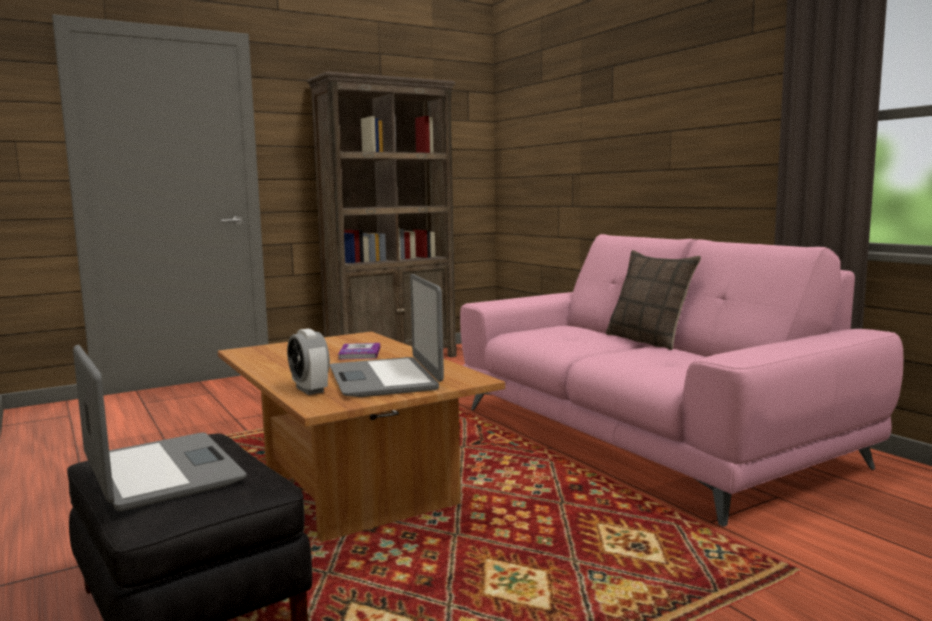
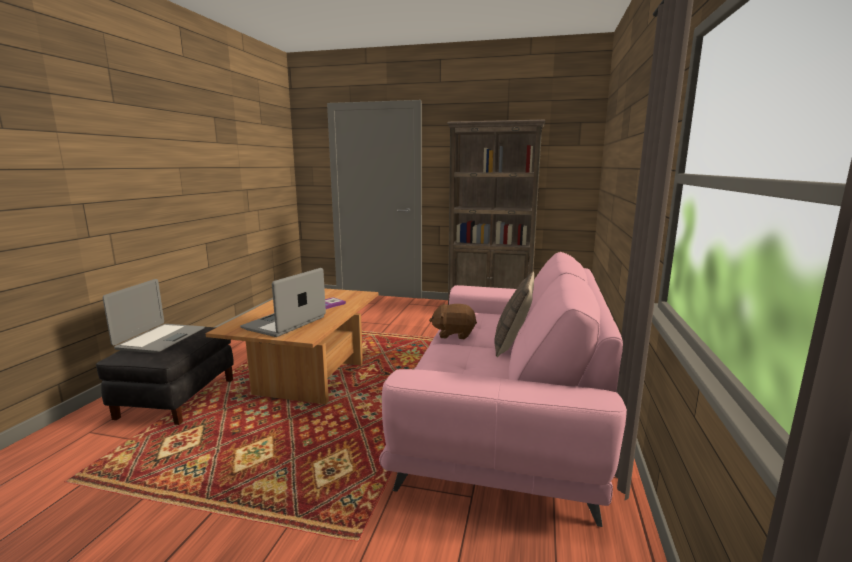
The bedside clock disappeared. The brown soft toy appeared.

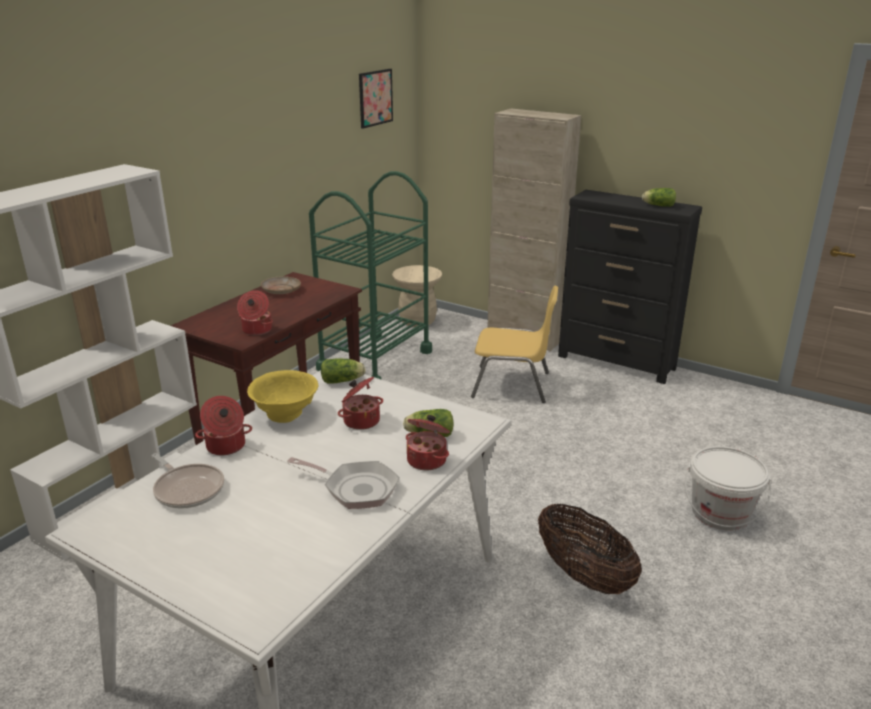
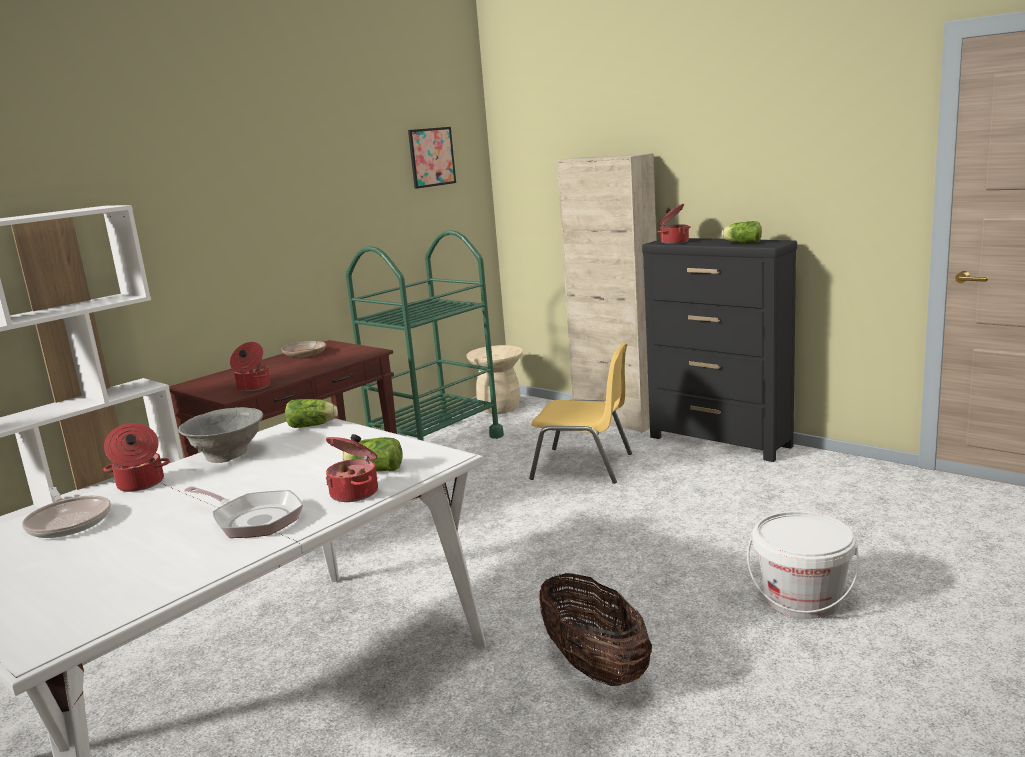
The cooking pot (3rd from left in the first image) moved. The yellow-coloured deep dish became the grey deep dish.

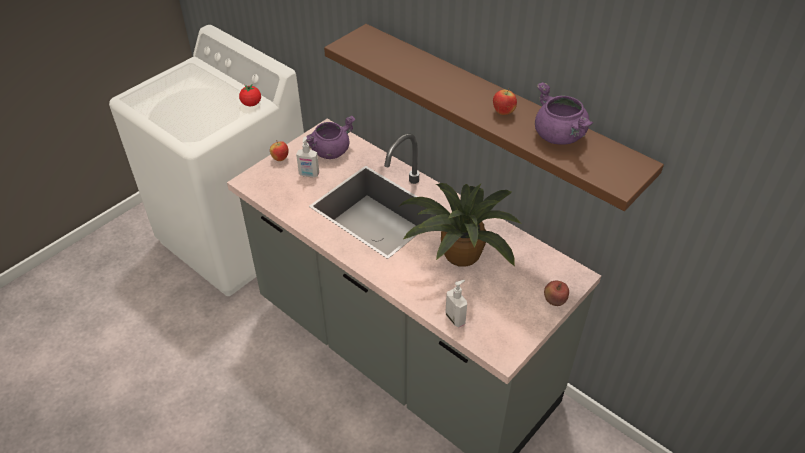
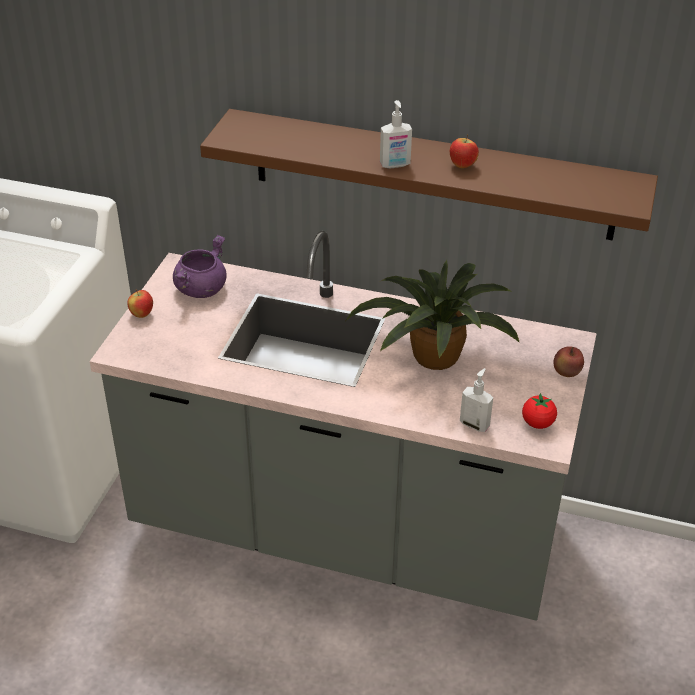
The purple-coloured cooking pot (2nd from left) disappeared. The fresh tomato moved. The liquid soap bottle (1st from left) moved.

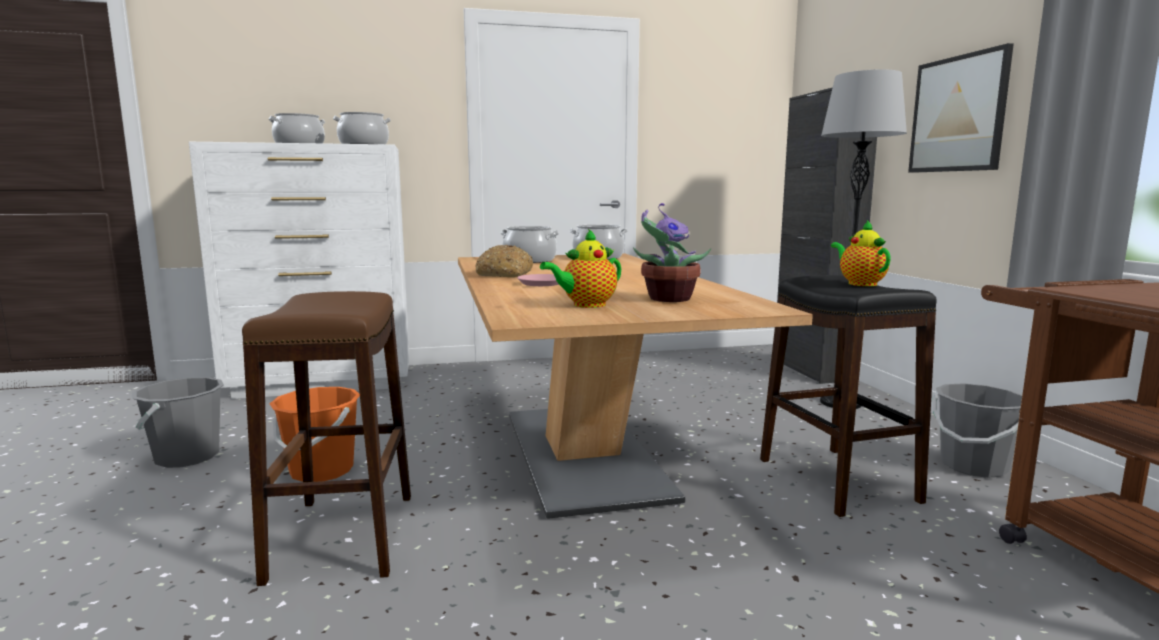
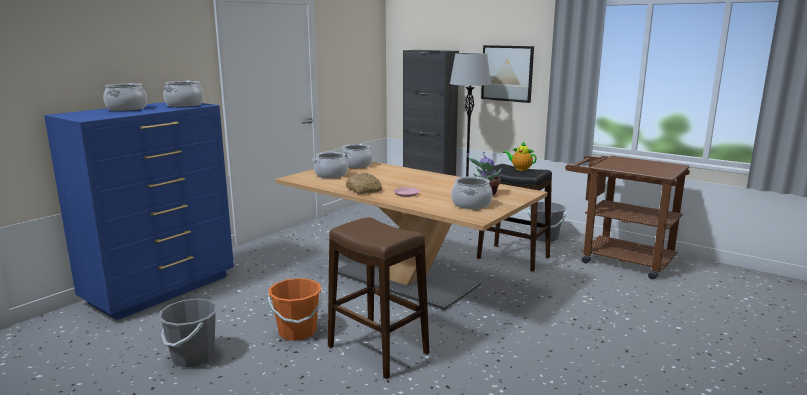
The tea pot (1st from left) was replaced by the cooking pot (5th from left). The white-coloured chest of drawers became the blue chest of drawers.

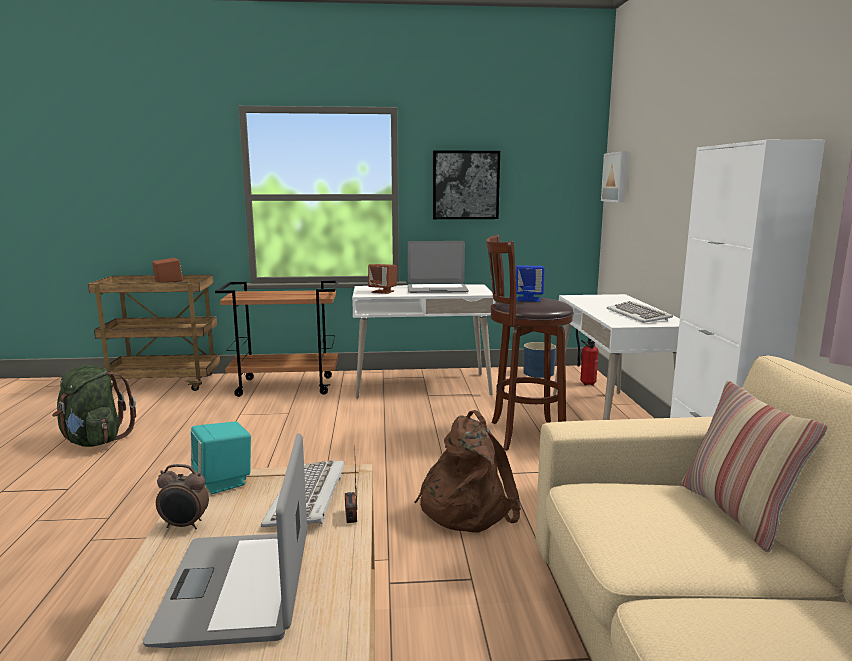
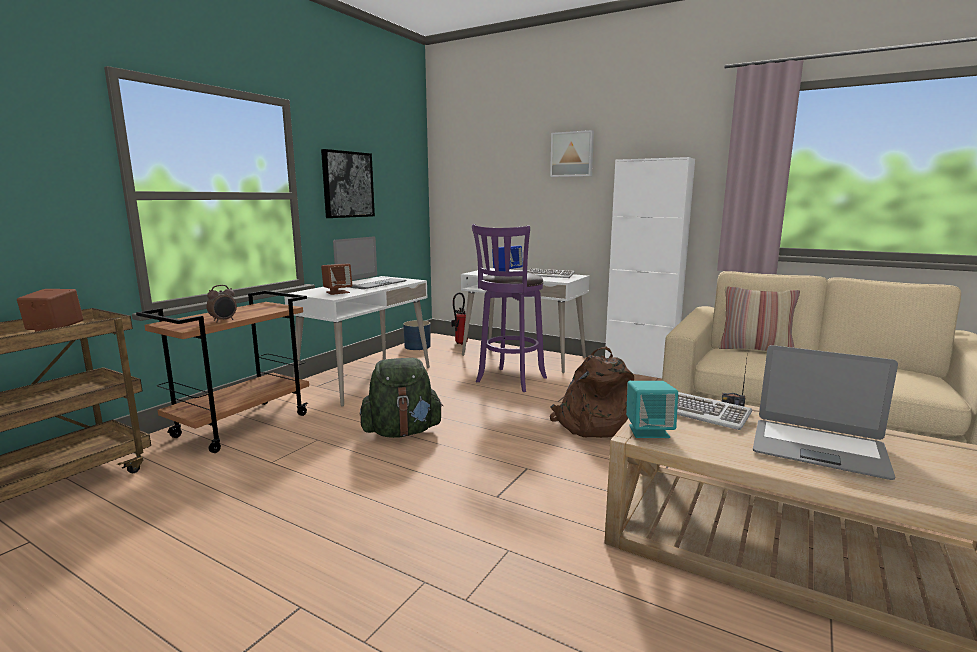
The greenish knapsack moved. The bedside clock moved. The picture (2nd from left) moved. The brown stool became the purple-coloured stool.

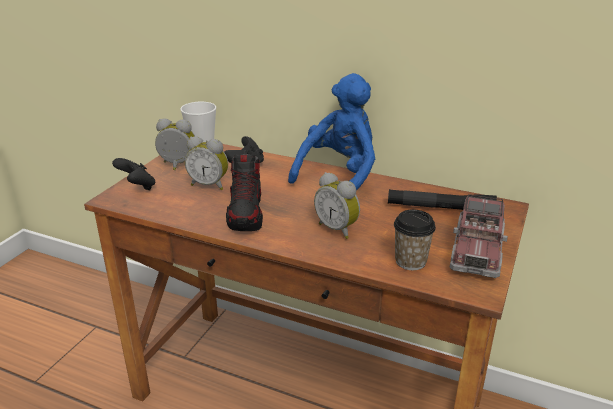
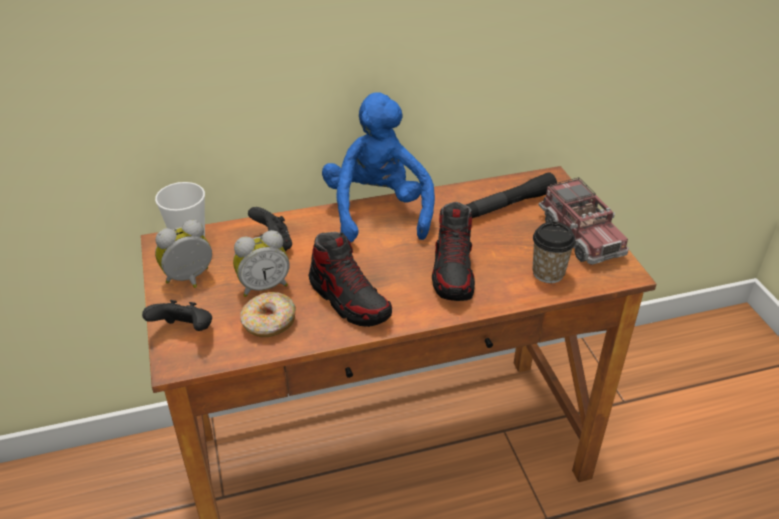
The donut appeared. The bedside clock (3rd from left) was replaced by the low shoe (2nd from left).

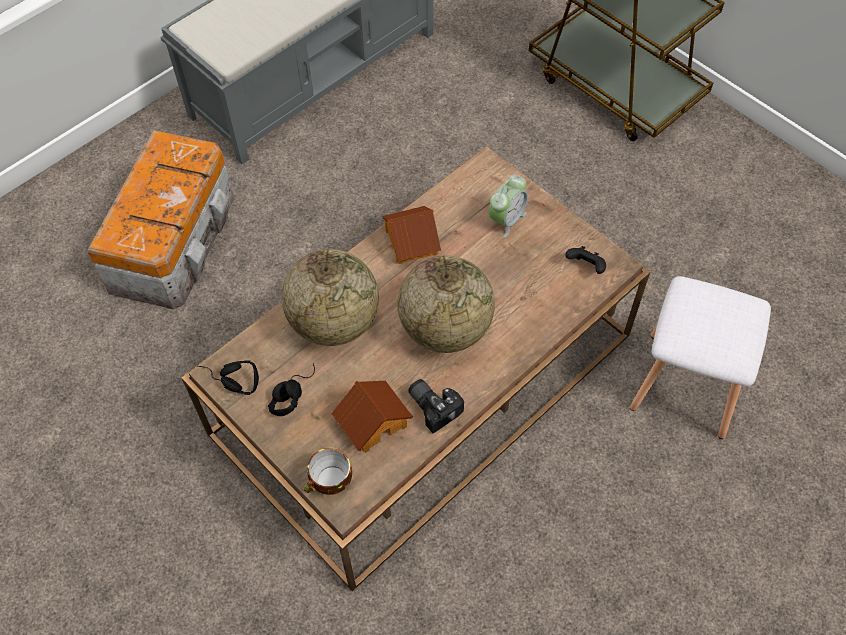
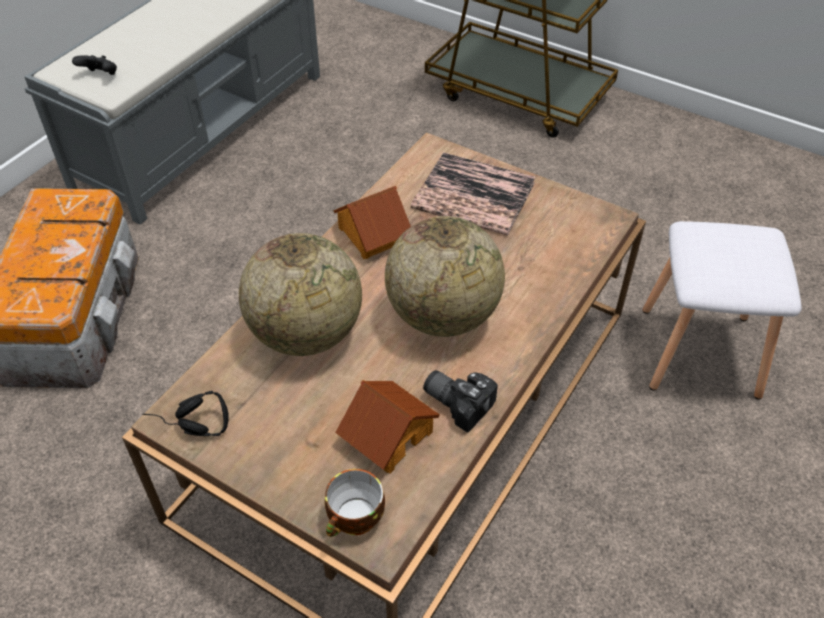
The blackish headset (2nd from left) disappeared. The blackish joypad moved. The bedside clock was replaced by the book.

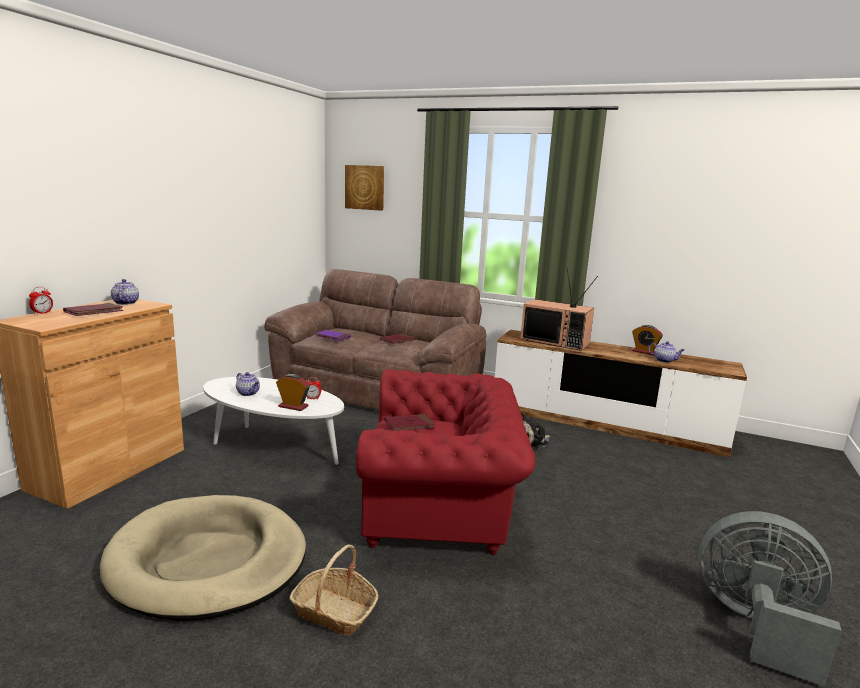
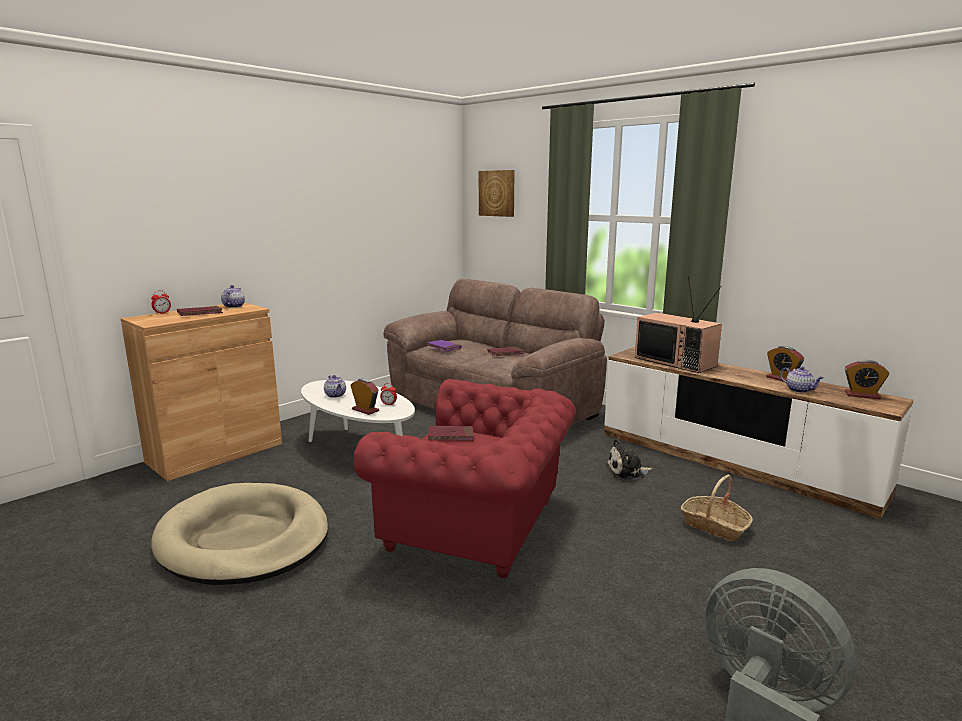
The bedside clock (5th from left) appeared. The basket moved.

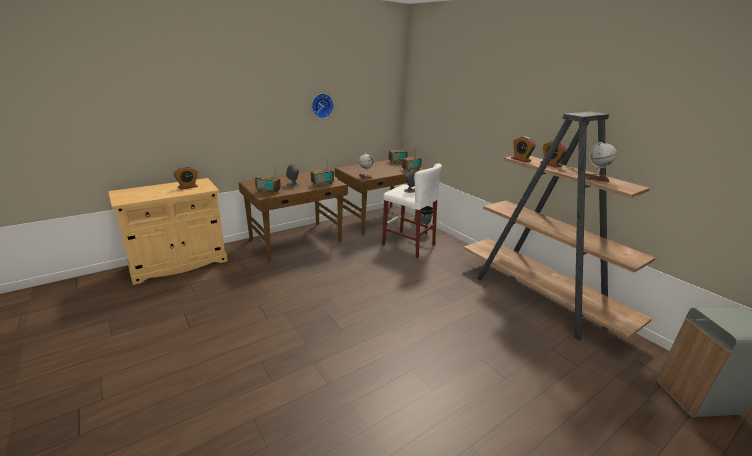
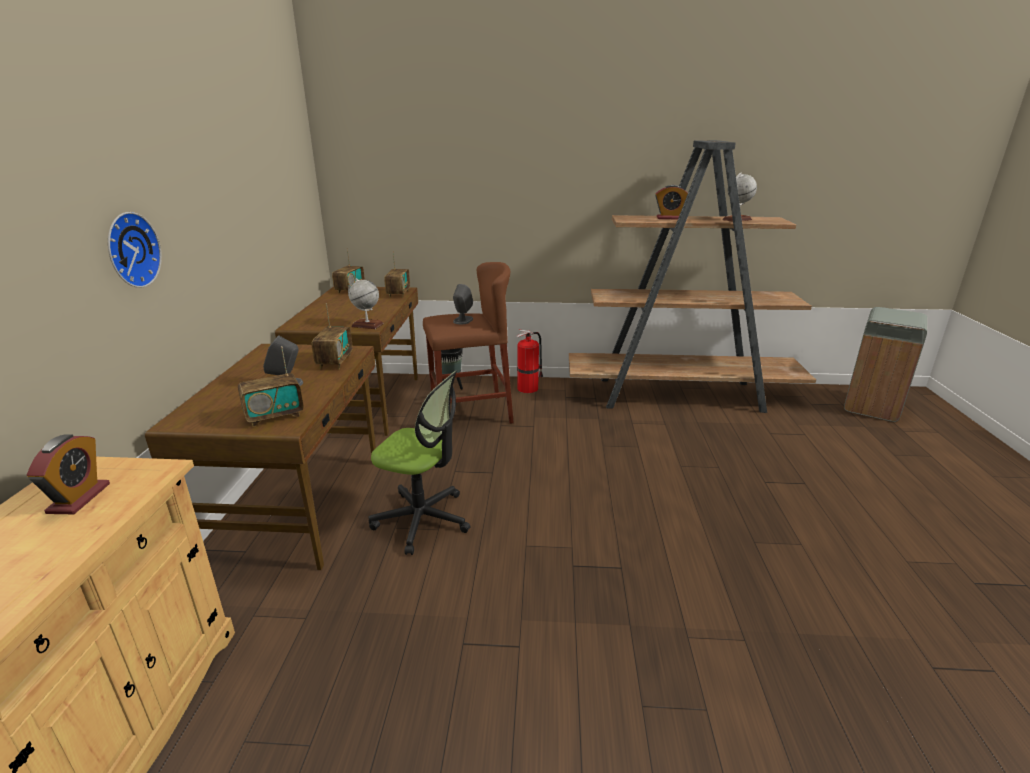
The bedside clock (2nd from left) disappeared. The office chair appeared. The fire-fighting cylinder appeared. The hanging clock moved. The white-coloured stool became the brown stool.

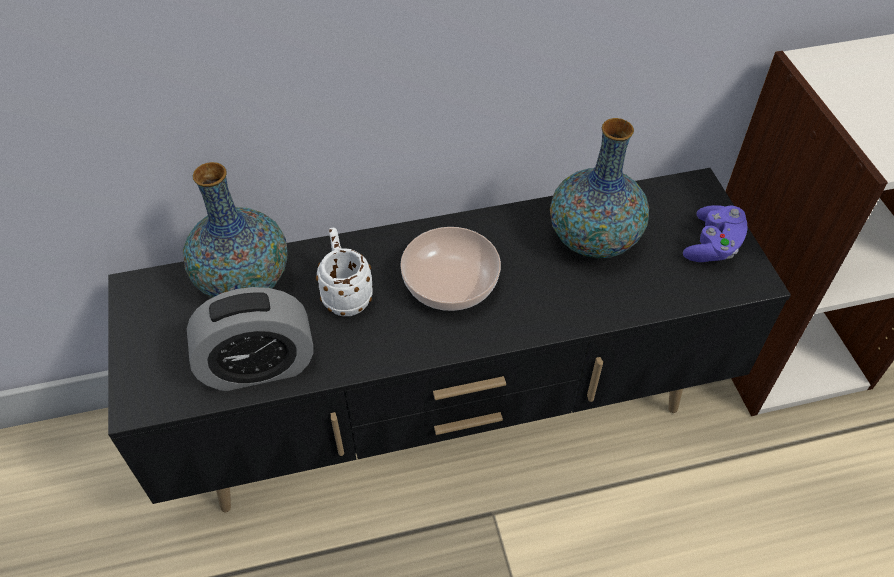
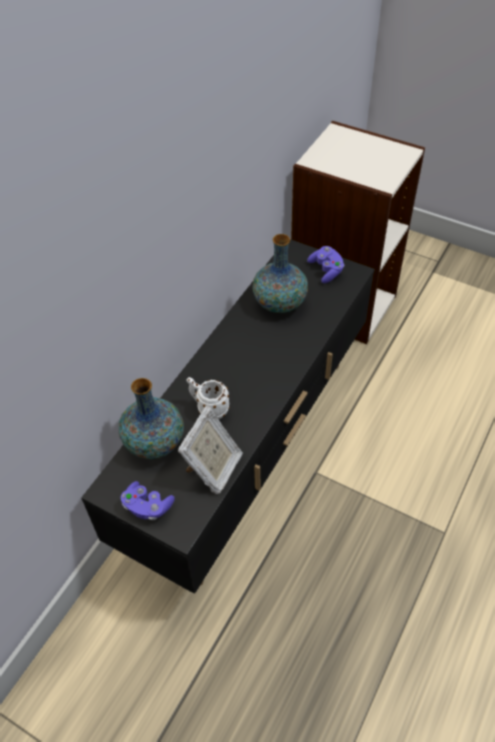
The deep dish disappeared. The purple-coloured joypad (1st from left) appeared. The bedside clock was replaced by the photo frame.

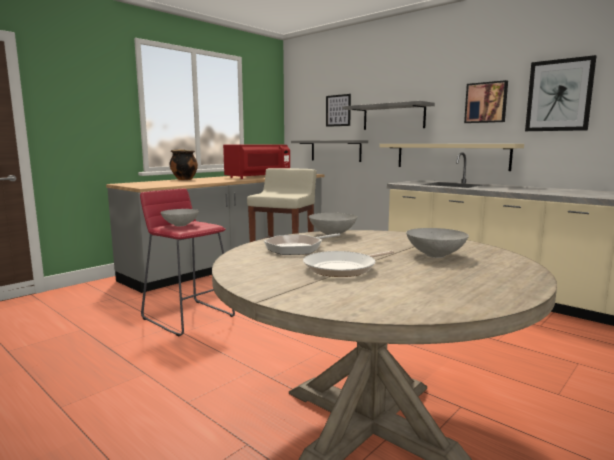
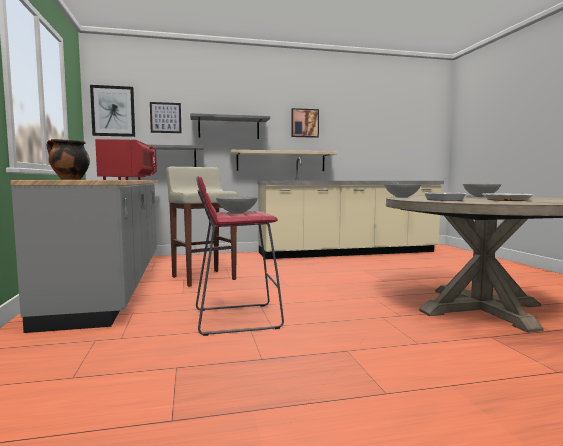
The picture (3rd from left in the first image) moved.

